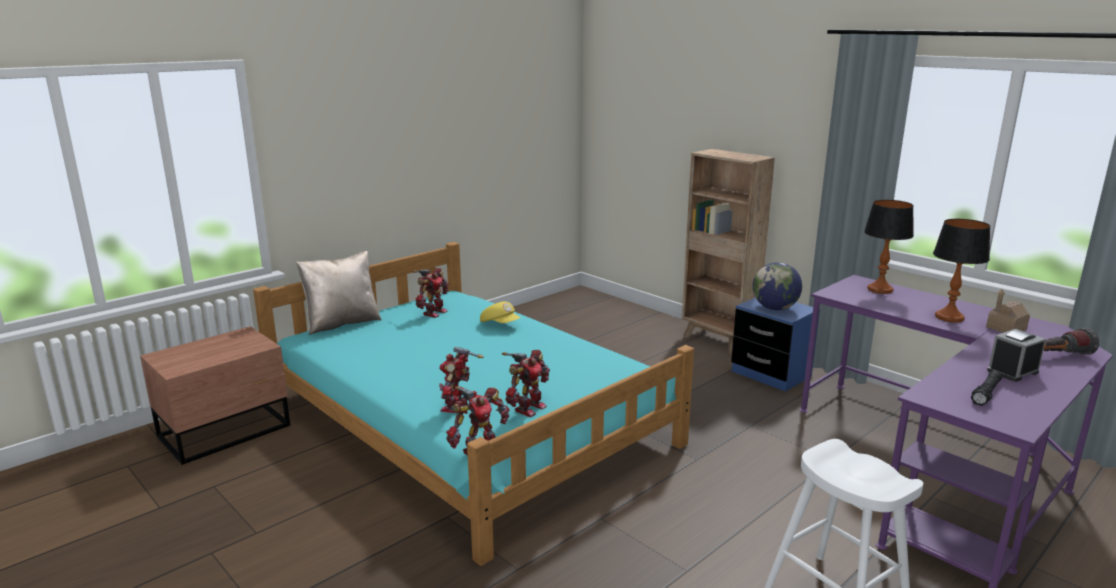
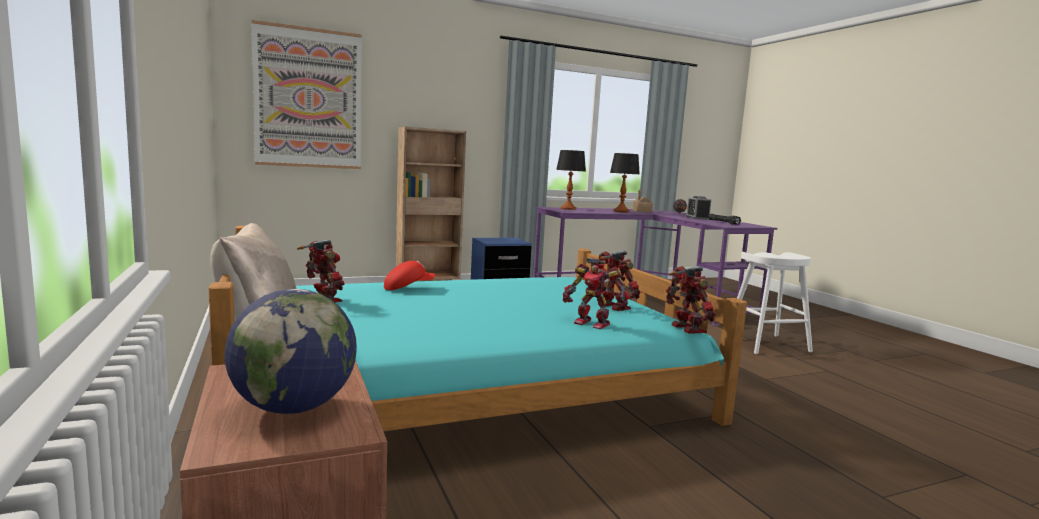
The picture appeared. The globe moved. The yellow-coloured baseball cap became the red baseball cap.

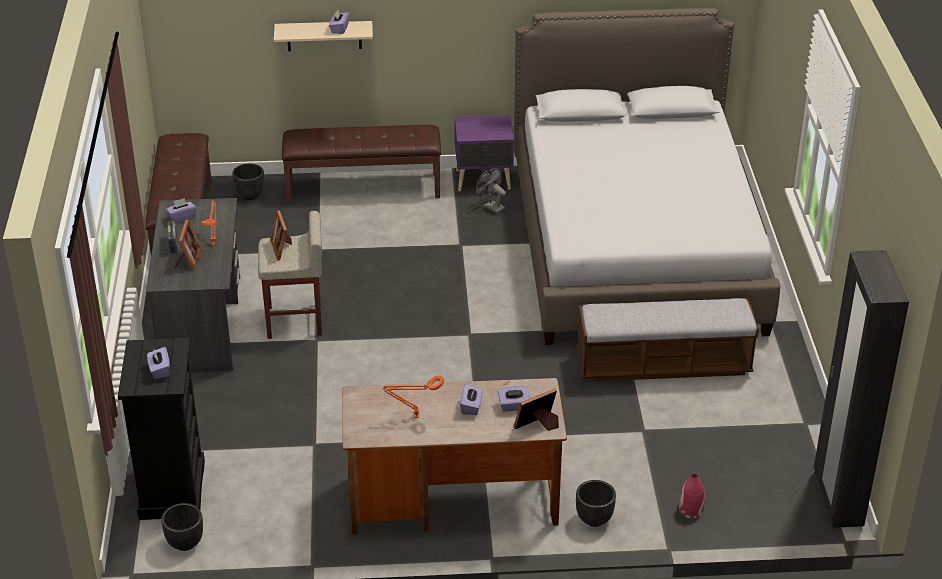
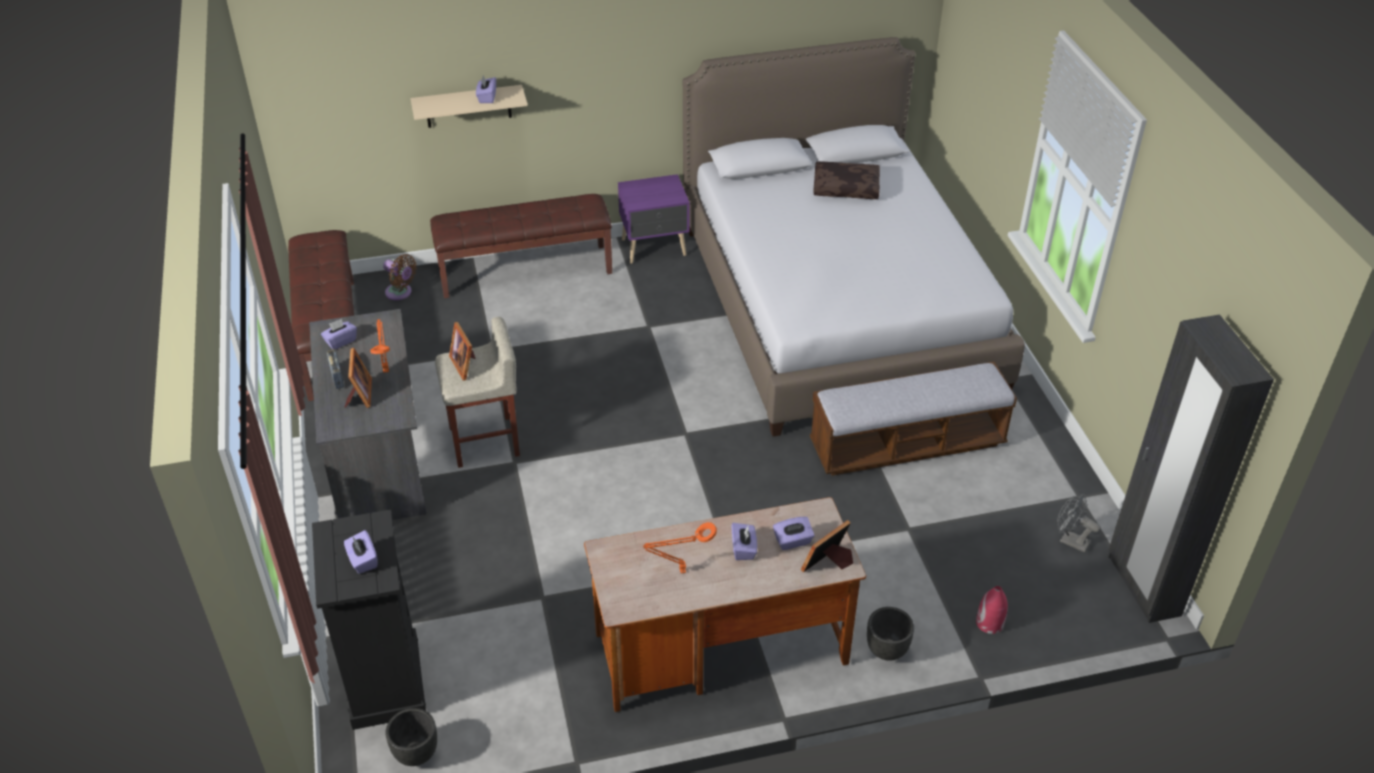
The brown pillow appeared. The grey fan moved. The blackish plant pot (2nd from left) was replaced by the brown fan.

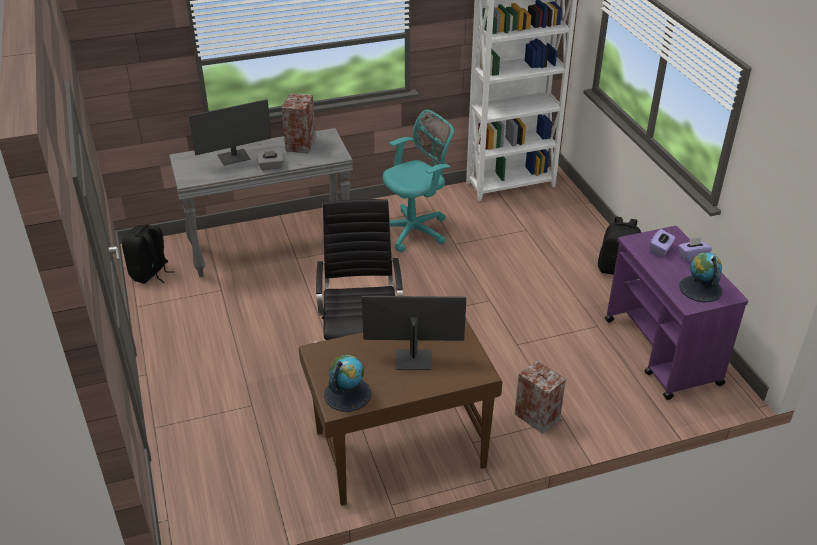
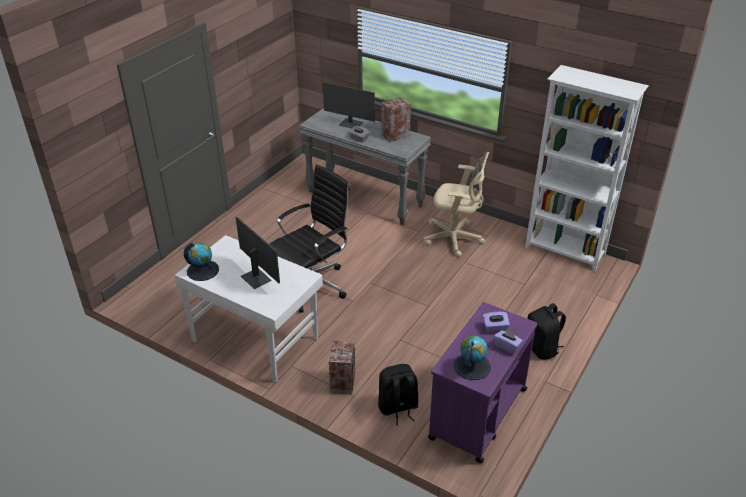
The blackish knapsack (1st from left) moved. The brown desk became the white-coloured desk. The turquoise-coloured office chair became the beige-coloured office chair.

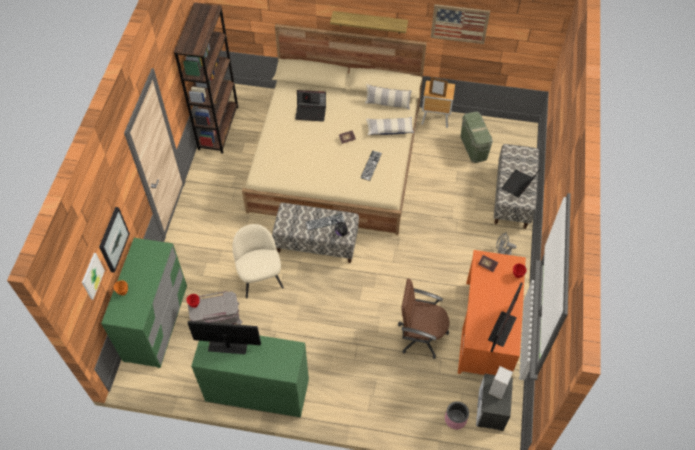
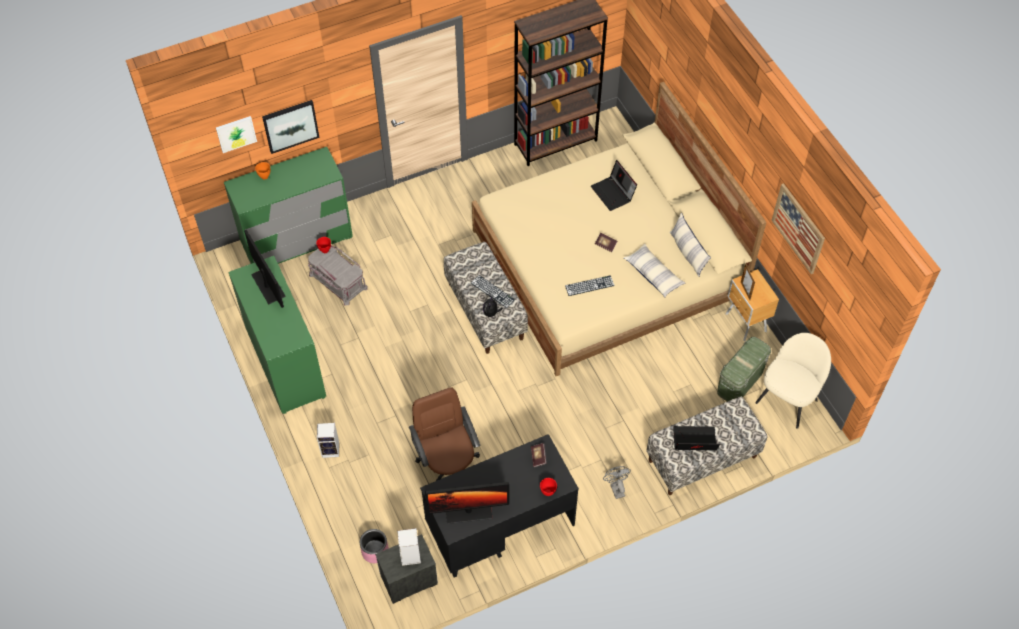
The wall shelf disappeared. The loudspeaker (1st from left) appeared. The beige-coloured upright chair moved. The orange-coloured desk became the blackish desk.

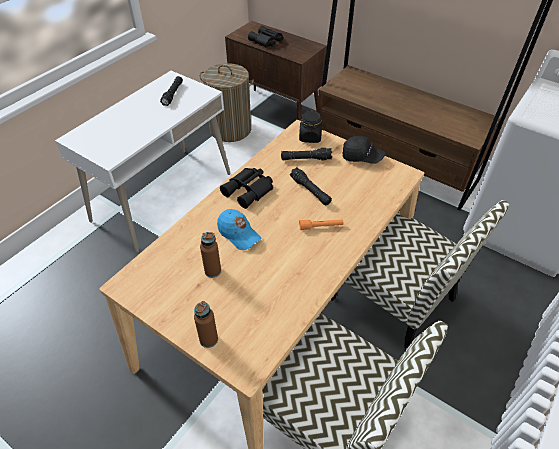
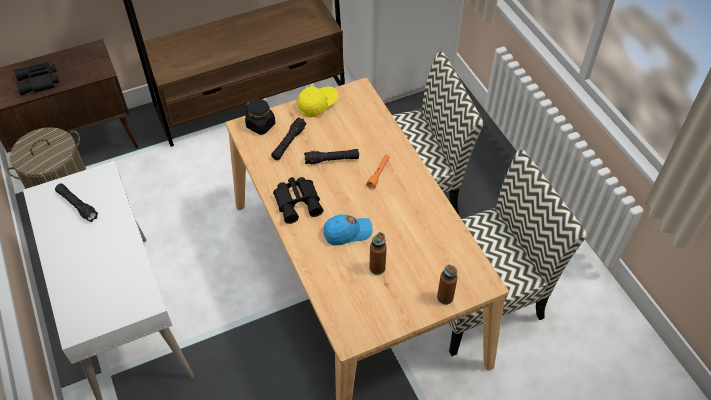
The blackish baseball cap became the yellow-coloured baseball cap.

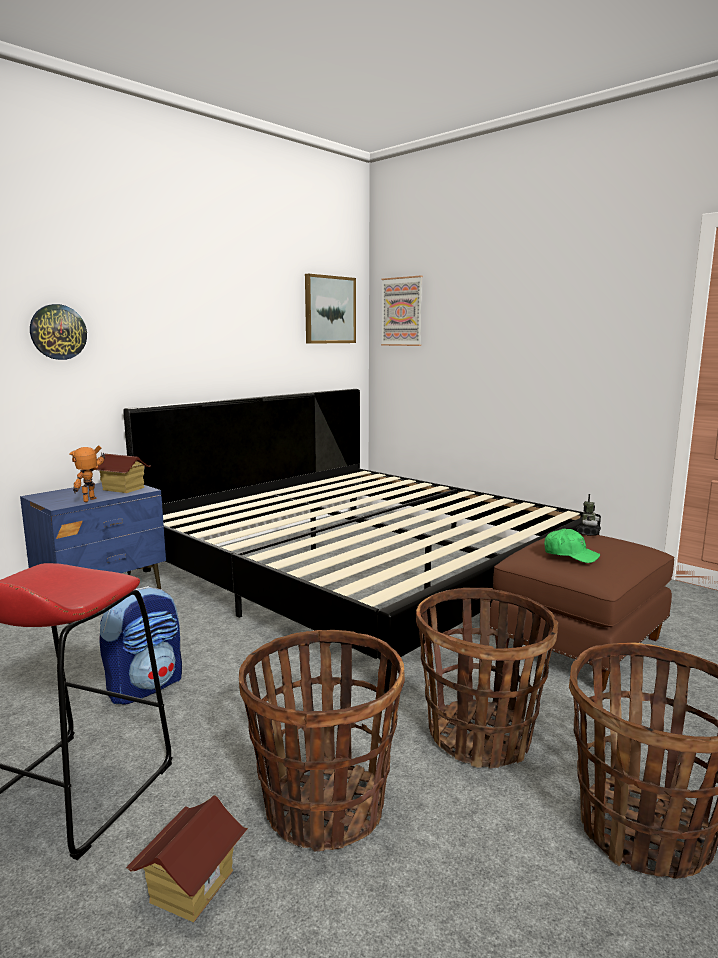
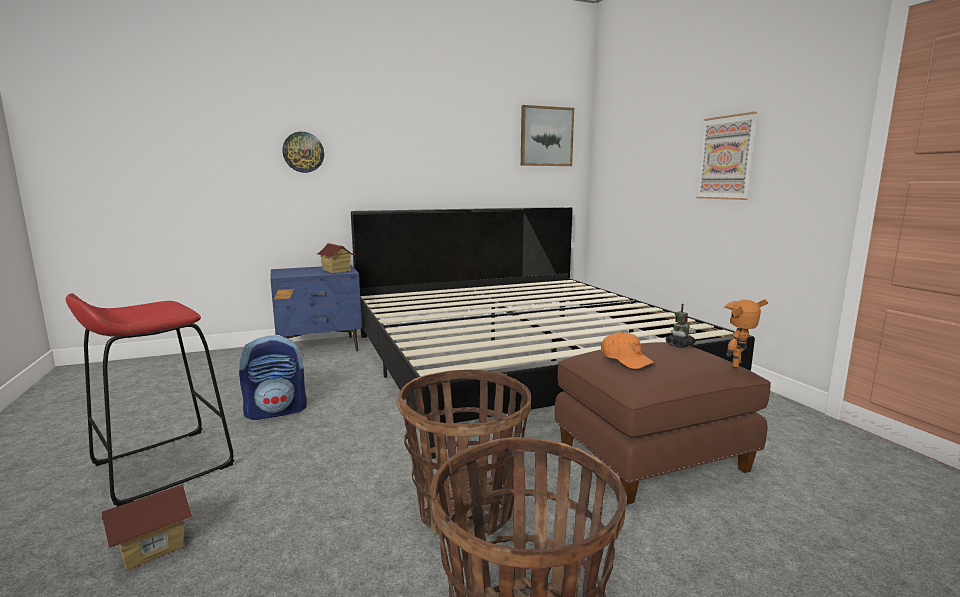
The basket (1st from left) disappeared. The toy robot (1st from left in the first image) moved. The picture (2nd from left) moved. The greenish baseball cap became the orange-coloured baseball cap.

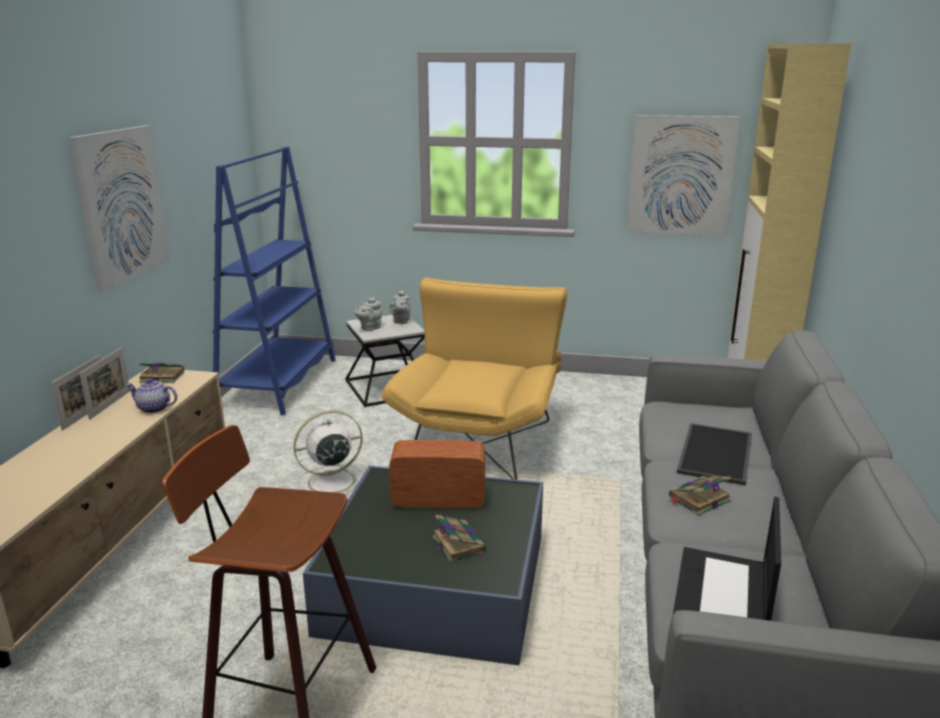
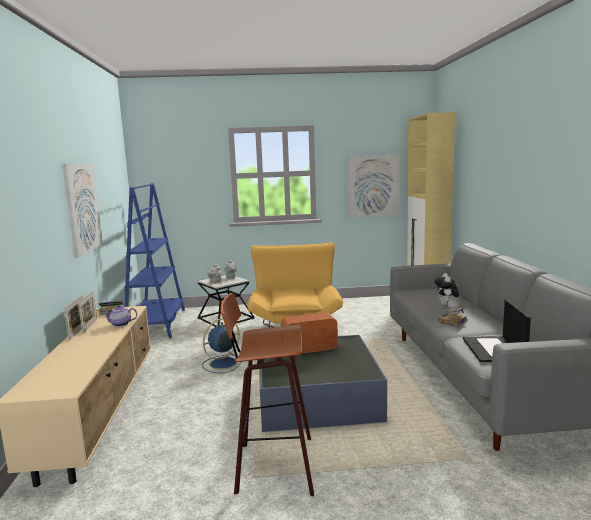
The book (2nd from left) disappeared. The carrying tray was replaced by the soft toy. The white-coloured fan became the blue fan.

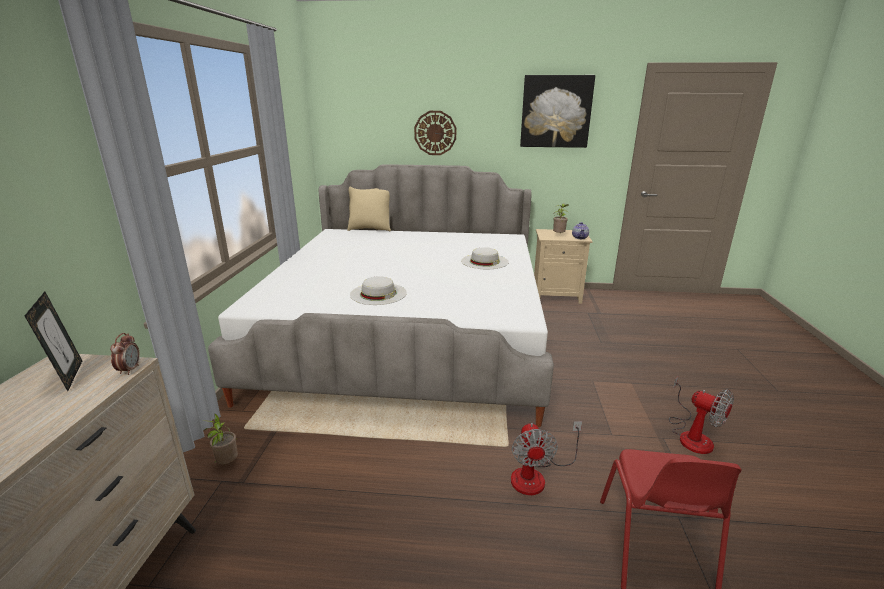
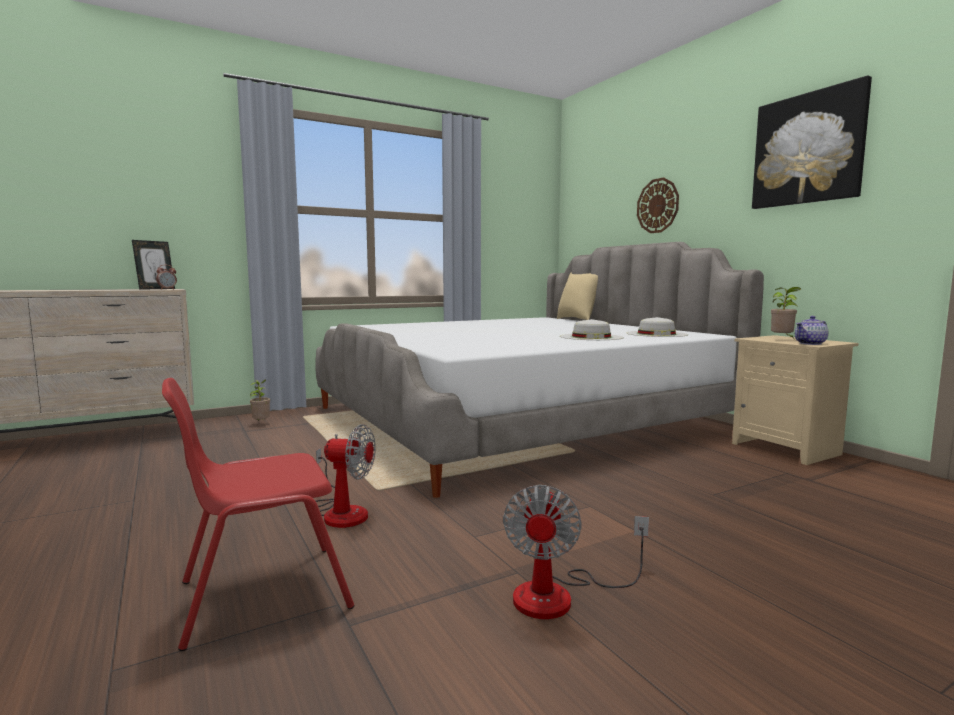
The white-coloured hat (1st from left in the first image) moved. The fan (1st from left) turned 135 degrees counterclockwise.

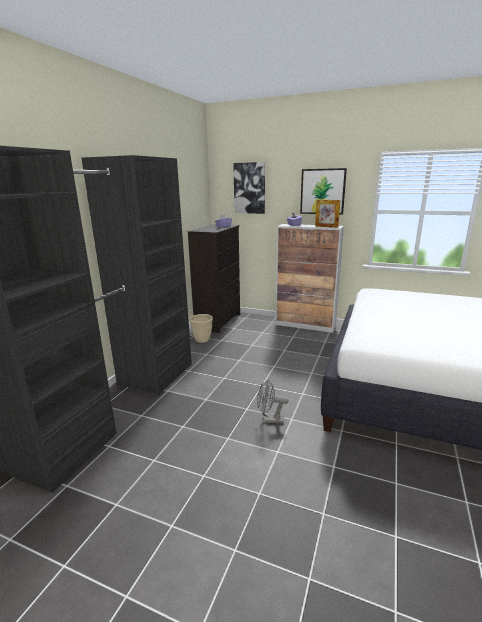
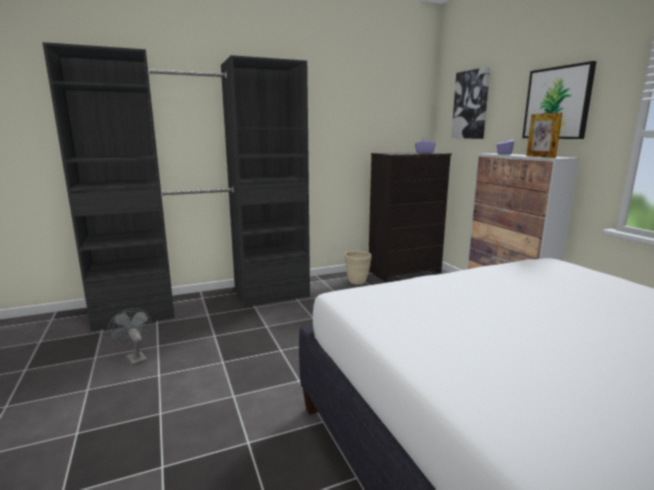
The grey fan moved.

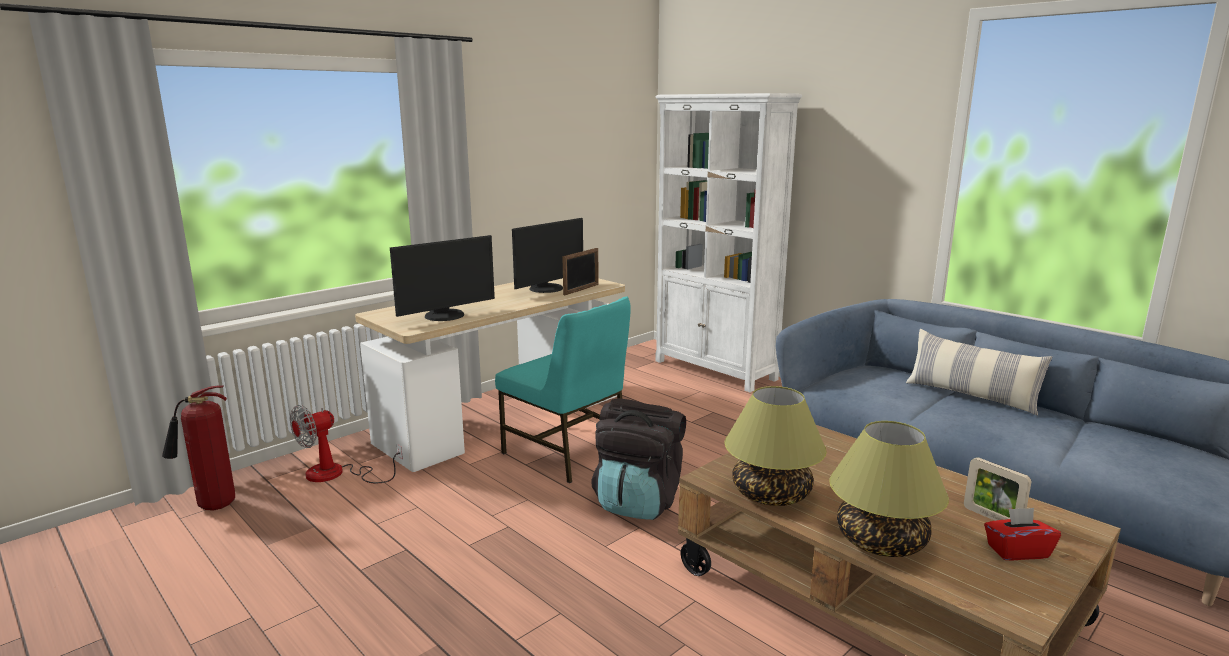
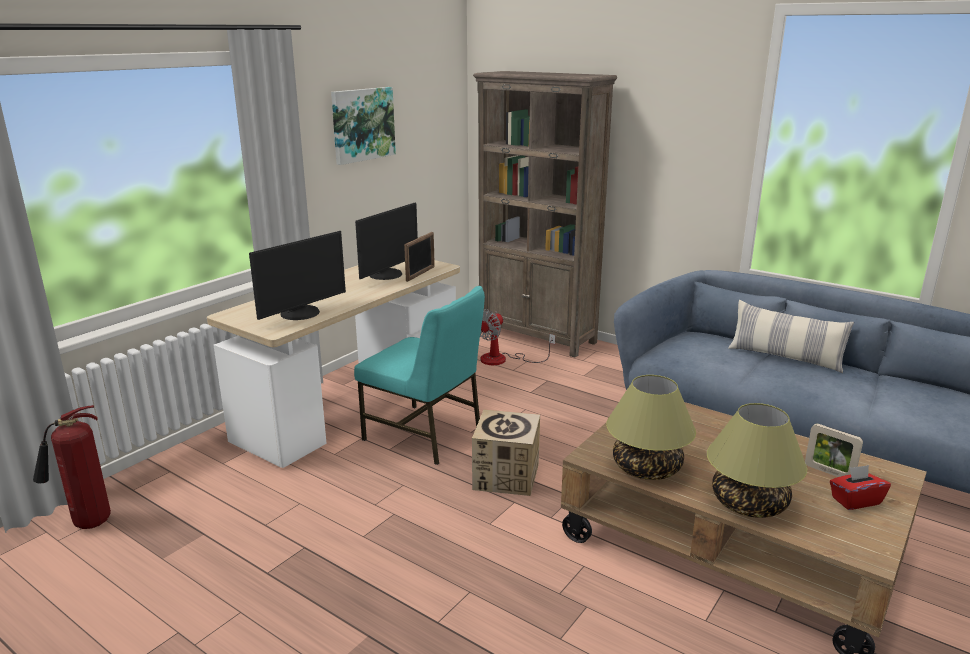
The picture appeared. The fan moved. The blackish knapsack was replaced by the cardboard box. The white-coloured bookcase became the brown bookcase.

